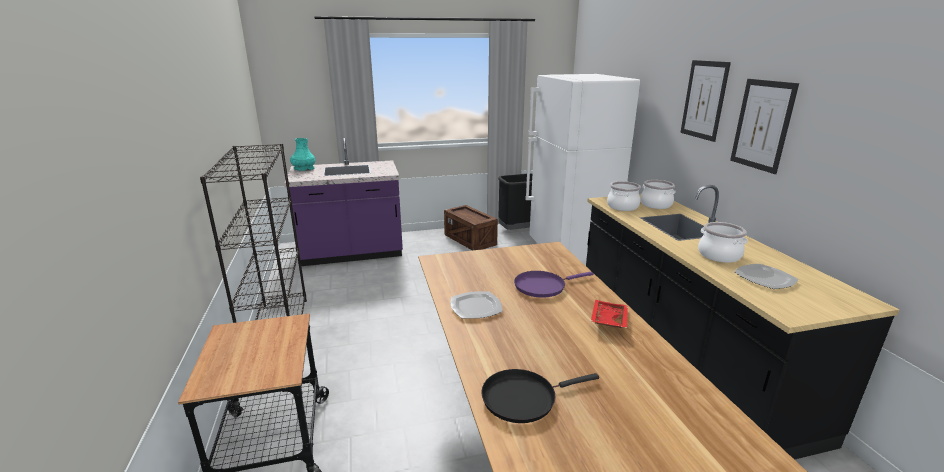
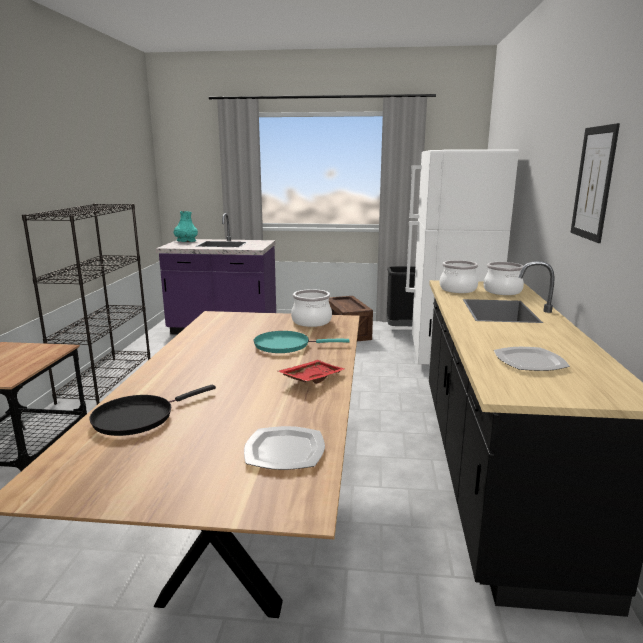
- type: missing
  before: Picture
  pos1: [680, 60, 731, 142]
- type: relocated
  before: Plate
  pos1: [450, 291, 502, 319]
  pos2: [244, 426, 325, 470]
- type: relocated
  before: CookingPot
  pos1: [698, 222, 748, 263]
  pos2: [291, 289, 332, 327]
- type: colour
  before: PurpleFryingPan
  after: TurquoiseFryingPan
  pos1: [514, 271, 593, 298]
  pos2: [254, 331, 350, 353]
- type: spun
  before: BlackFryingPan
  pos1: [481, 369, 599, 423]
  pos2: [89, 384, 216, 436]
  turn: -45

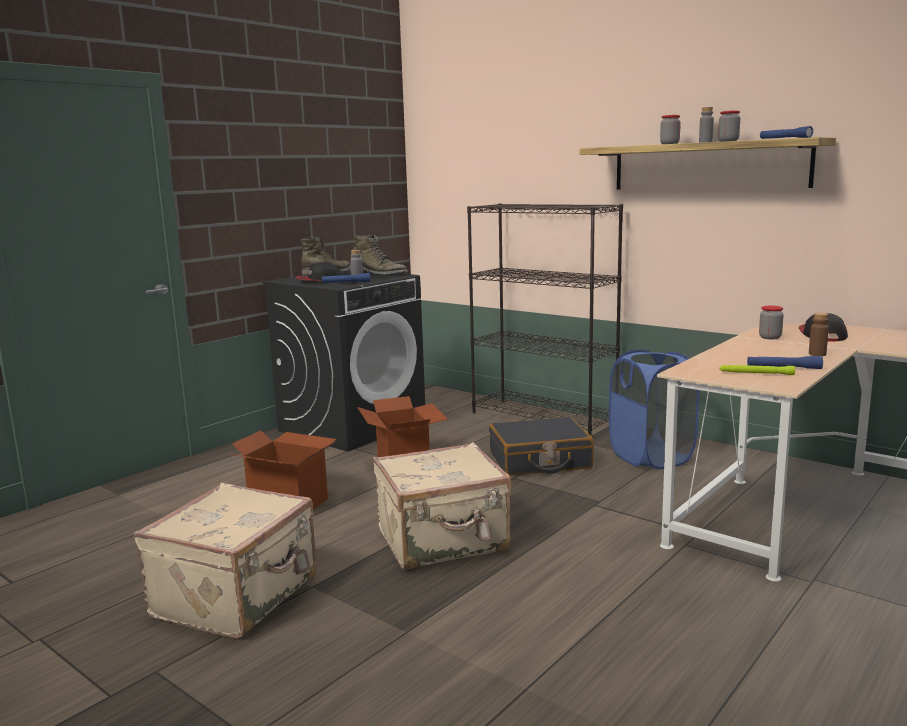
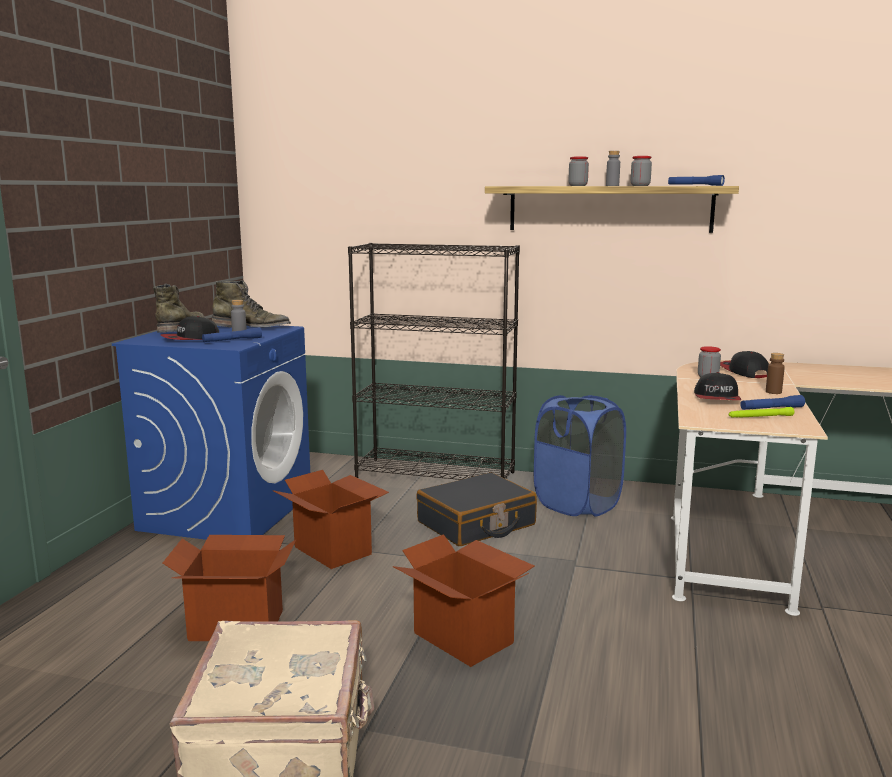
- type: appeared
  after: Cap
  pos2: [694, 372, 741, 400]
- type: exchanged
  before: BeigeSuitcase
  after: CardboardBox
  pos1: [373, 442, 511, 569]
  pos2: [393, 534, 534, 667]
- type: colour
  before: BlackWashingMachine
  after: BlueWashingMachine
  pos1: [263, 269, 425, 452]
  pos2: [112, 325, 310, 540]

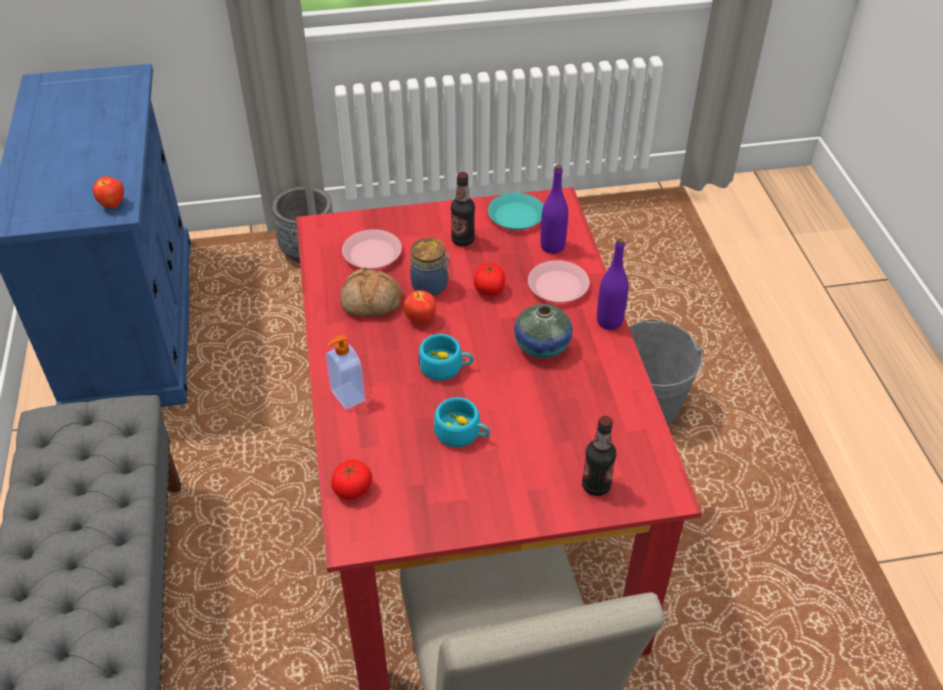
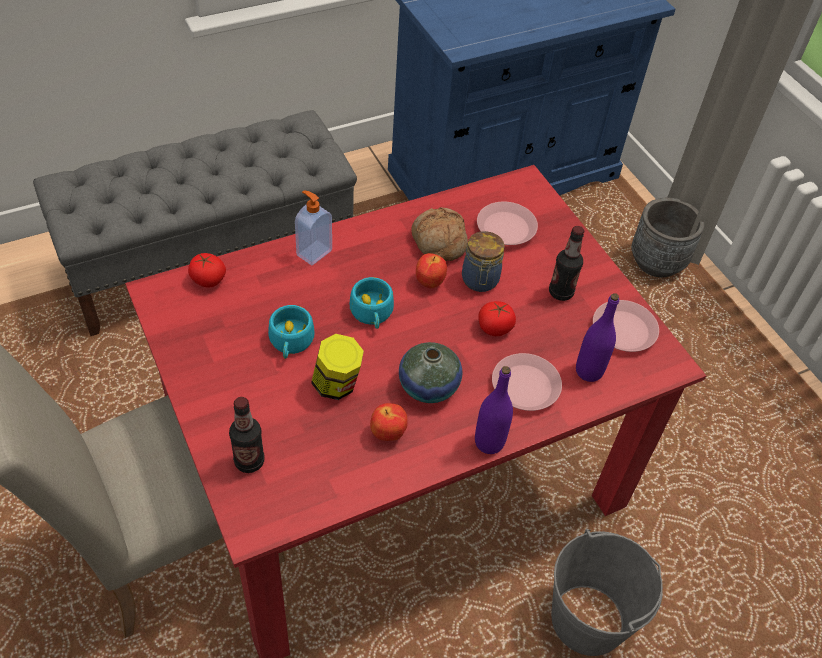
- type: appeared
  after: Jar
  pos2: [311, 334, 364, 400]
- type: relocated
  before: Apple
  pos1: [93, 176, 124, 208]
  pos2: [370, 403, 408, 441]
- type: colour
  before: TurquoisePlate
  after: PinkPlate
  pos1: [488, 193, 544, 230]
  pos2: [593, 300, 659, 352]

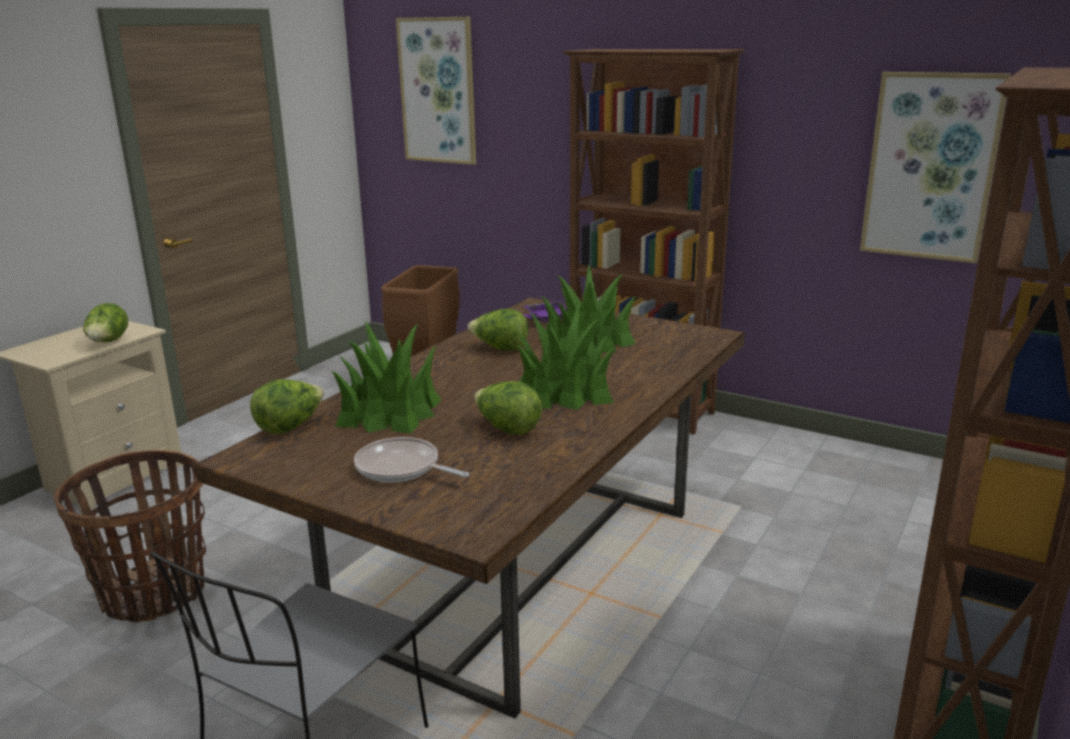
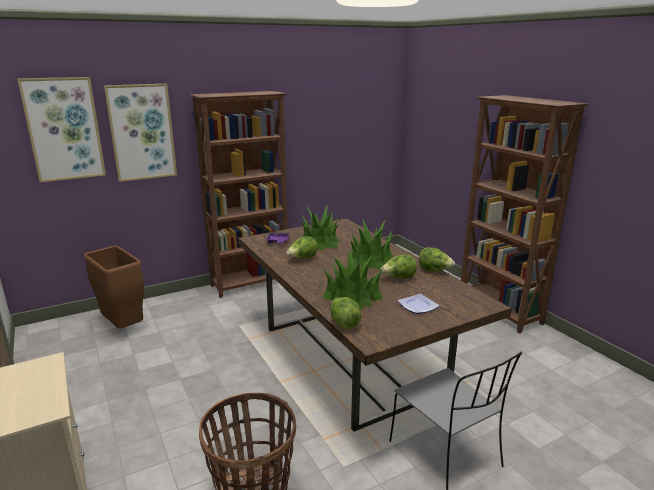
- type: relocated
  before: Lettuce
  pos1: [83, 303, 128, 342]
  pos2: [419, 247, 455, 272]
- type: relocated
  before: Picture
  pos1: [860, 72, 1011, 263]
  pos2: [104, 84, 177, 182]
- type: exchanged
  before: FryingPan
  after: Plate
  pos1: [354, 437, 469, 482]
  pos2: [398, 294, 440, 314]

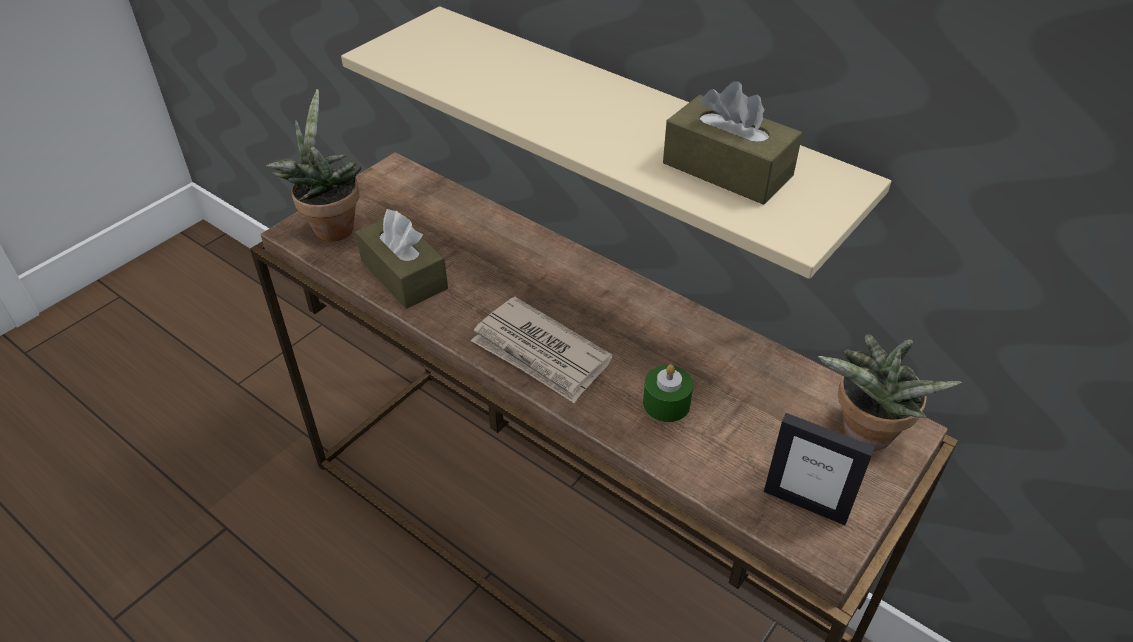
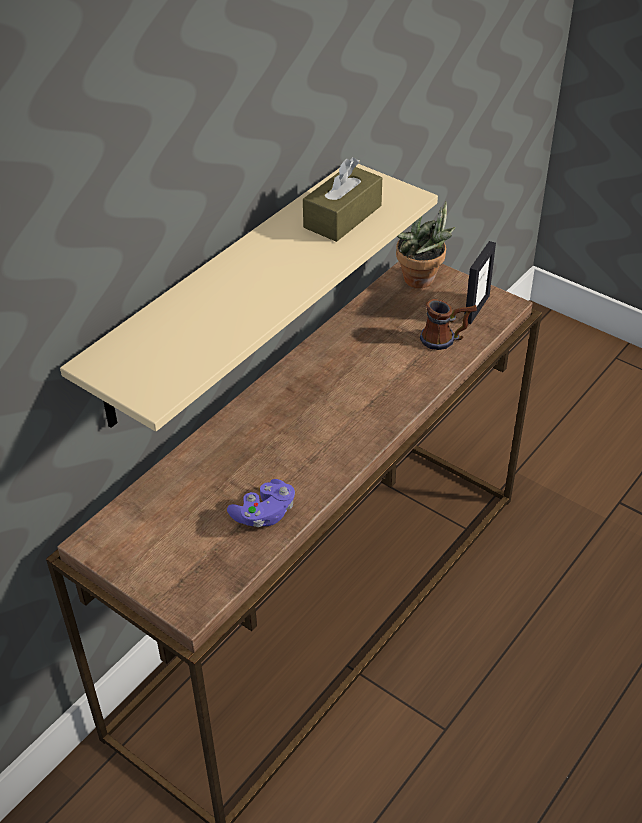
- type: missing
  before: PottedPlant
  pos1: [266, 89, 362, 242]
- type: missing
  before: Newspaper
  pos1: [471, 297, 613, 404]
- type: missing
  before: GreenCandle
  pos1: [643, 364, 693, 422]
- type: appeared
  after: Mug
  pos2: [420, 299, 477, 350]
- type: exchanged
  before: BrownTissueBox
  after: PurpleGameController
  pos1: [355, 209, 448, 309]
  pos2: [227, 479, 295, 527]

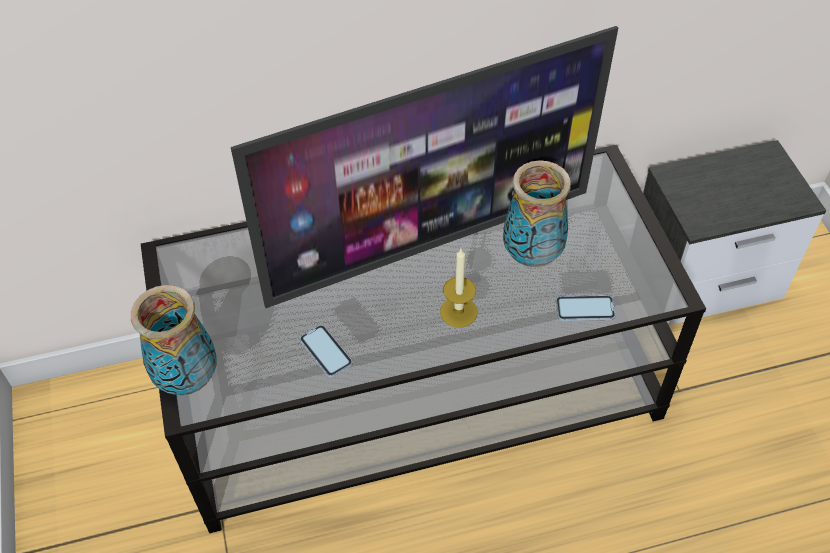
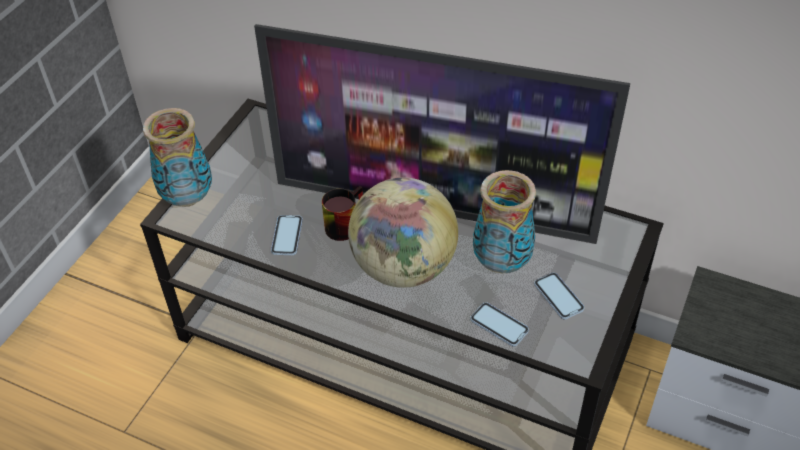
- type: appeared
  after: Mug
  pos2: [322, 186, 363, 241]
- type: appeared
  after: Phone
  pos2: [534, 272, 584, 320]
- type: exchanged
  before: Candle
  after: Globe
  pos1: [440, 249, 478, 328]
  pos2: [348, 177, 458, 288]

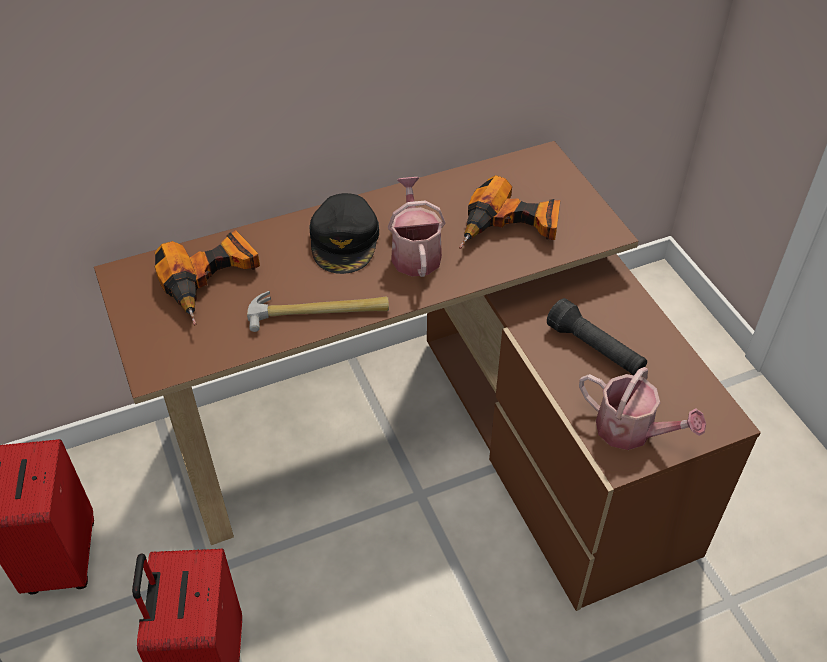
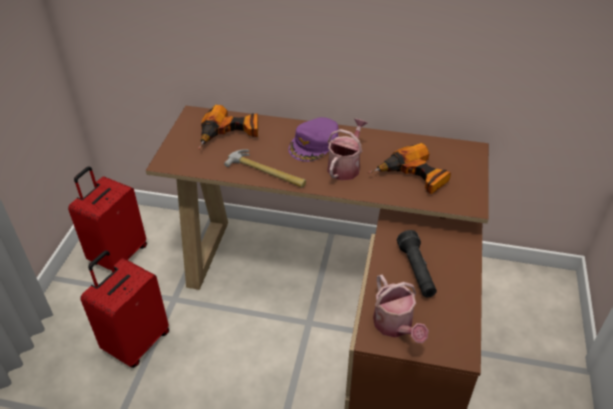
- type: colour
  before: BlackCap
  after: PurpleCap
  pos1: [309, 193, 379, 274]
  pos2: [288, 117, 339, 162]

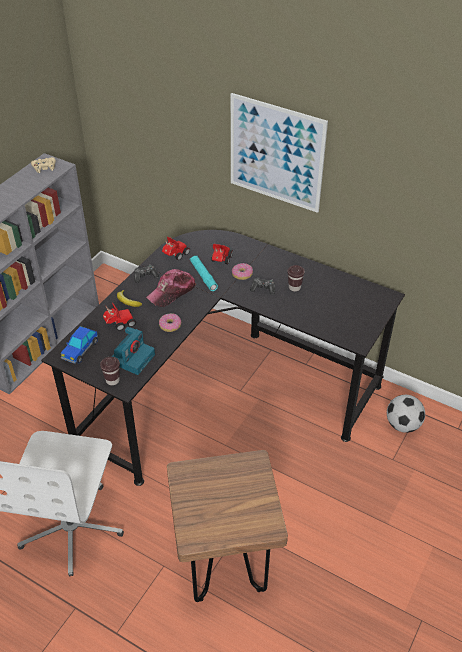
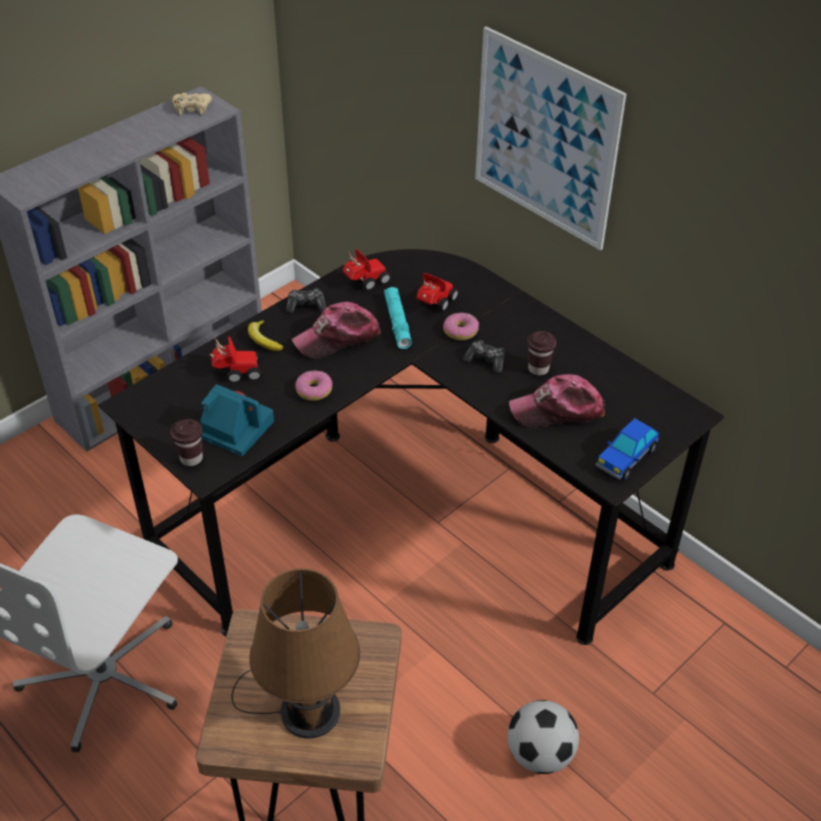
- type: appeared
  after: BrownTableLamp
  pos2: [232, 568, 360, 739]
- type: appeared
  after: Cap
  pos2: [509, 374, 605, 428]
- type: relocated
  before: ToyCar
  pos1: [61, 326, 98, 364]
  pos2: [595, 418, 659, 480]
- type: relocated
  before: Football
  pos1: [387, 395, 425, 433]
  pos2: [508, 700, 579, 774]
- type: spun
  before: PhotoCamera
  pos1: [111, 327, 155, 375]
  pos2: [201, 384, 274, 456]
  turn: -105

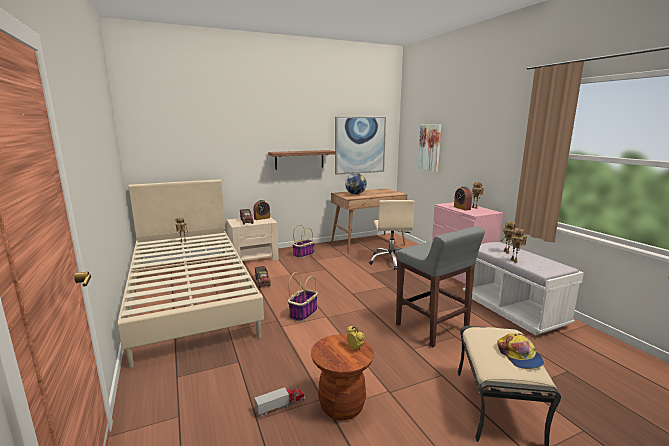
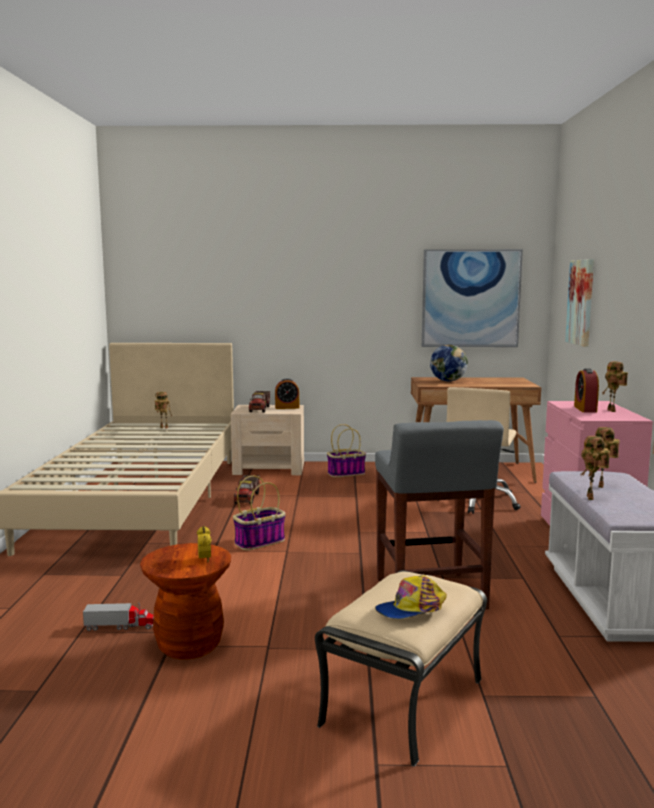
- type: missing
  before: Shelf
  pos1: [268, 150, 336, 170]
- type: spun
  before: Cap
  pos1: [497, 333, 544, 369]
  pos2: [375, 575, 447, 619]
  turn: 45

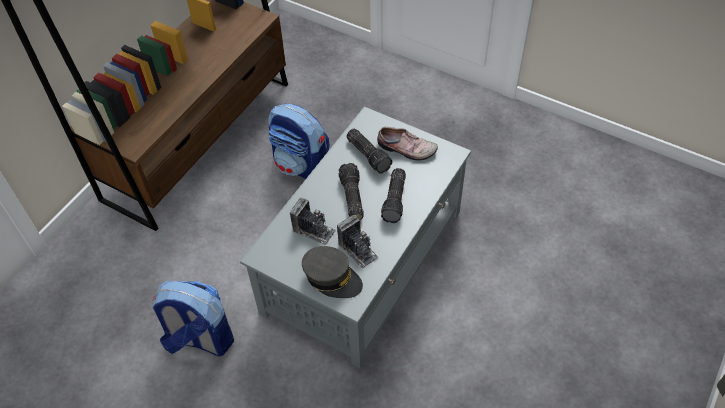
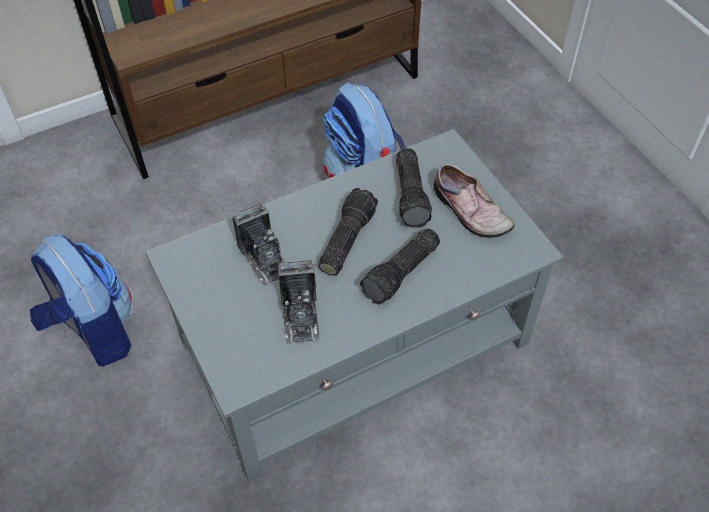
- type: missing
  before: GreyCap
  pos1: [302, 246, 363, 298]

